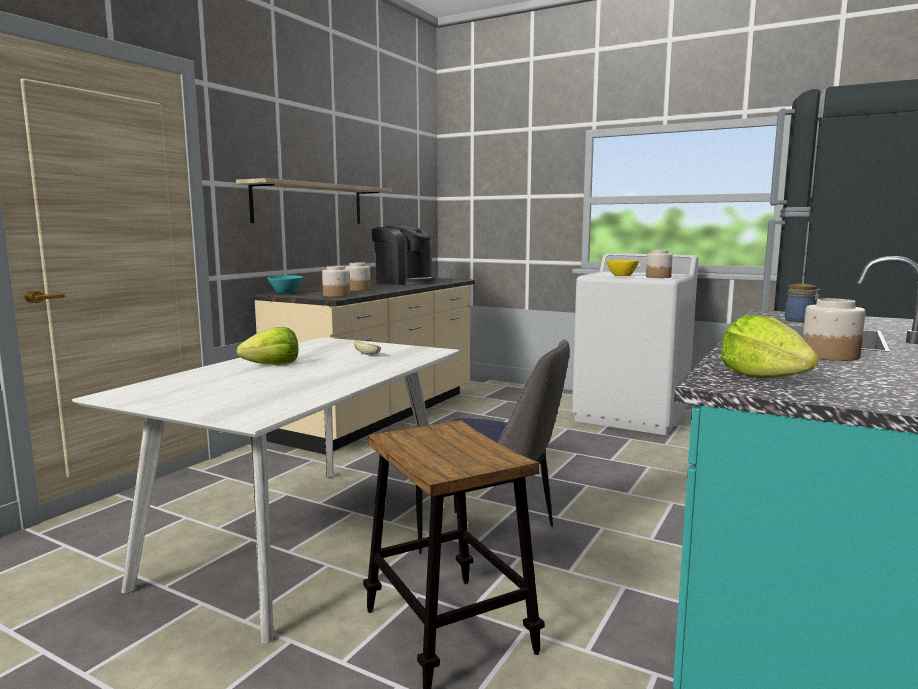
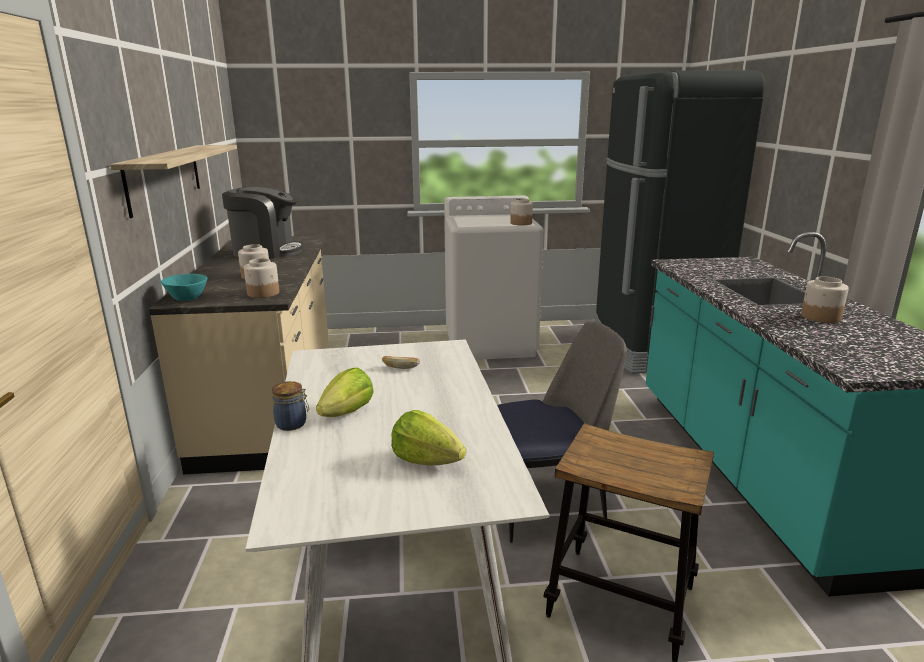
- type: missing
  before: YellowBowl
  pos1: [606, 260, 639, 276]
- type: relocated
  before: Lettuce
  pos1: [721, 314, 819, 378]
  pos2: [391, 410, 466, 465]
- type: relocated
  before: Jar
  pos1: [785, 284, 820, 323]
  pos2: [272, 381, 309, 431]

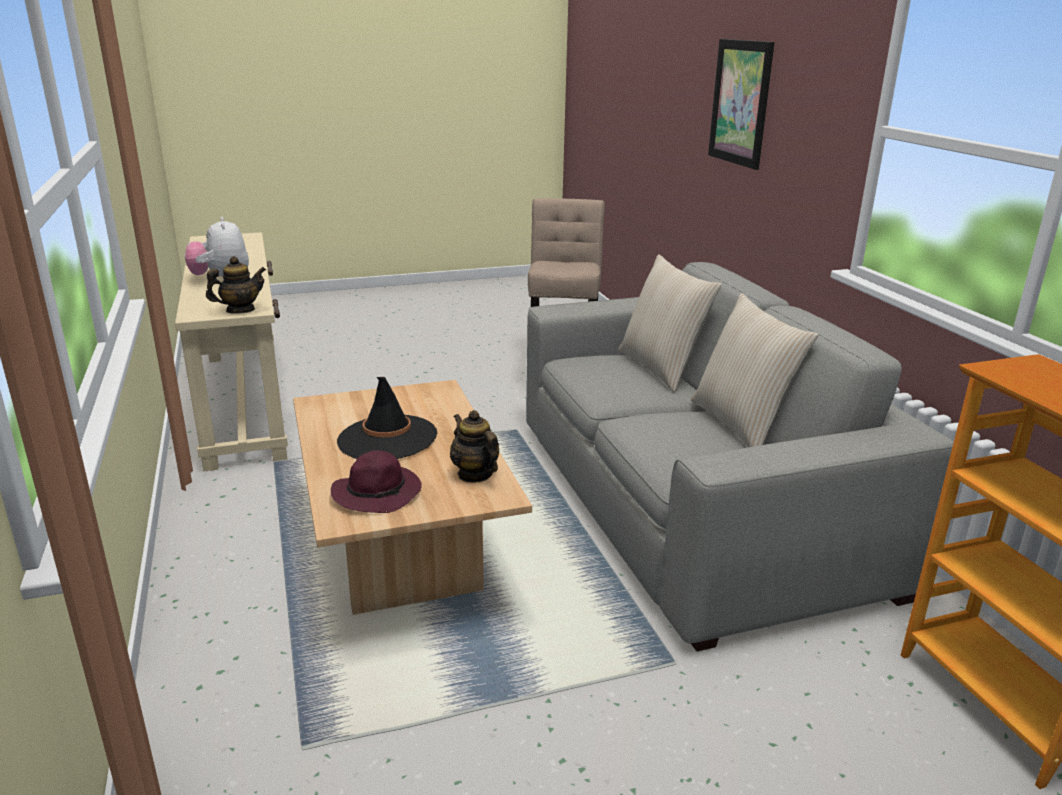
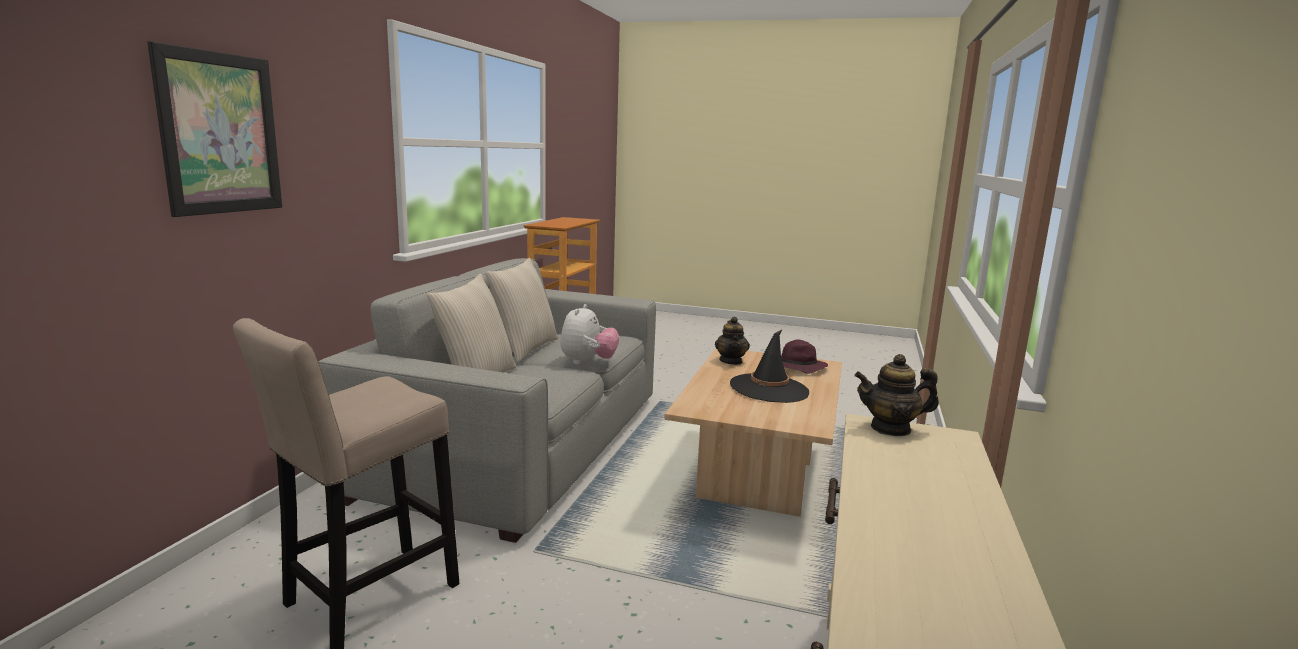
- type: relocated
  before: PlushToy
  pos1: [185, 217, 249, 277]
  pos2: [560, 304, 619, 365]

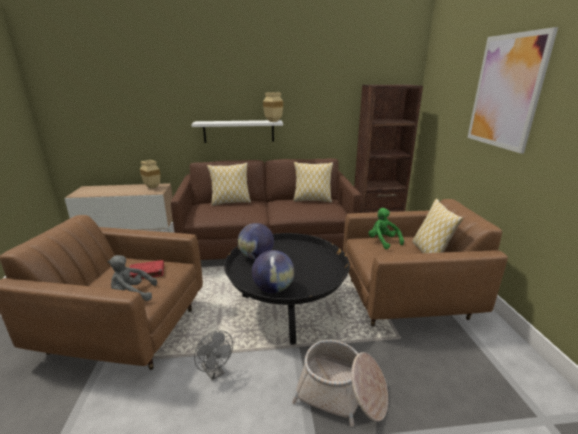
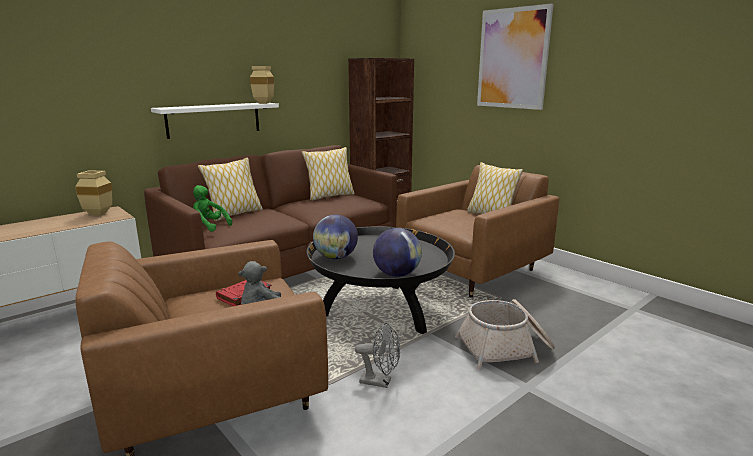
- type: relocated
  before: GreenPlushToy
  pos1: [369, 208, 404, 249]
  pos2: [193, 185, 232, 232]

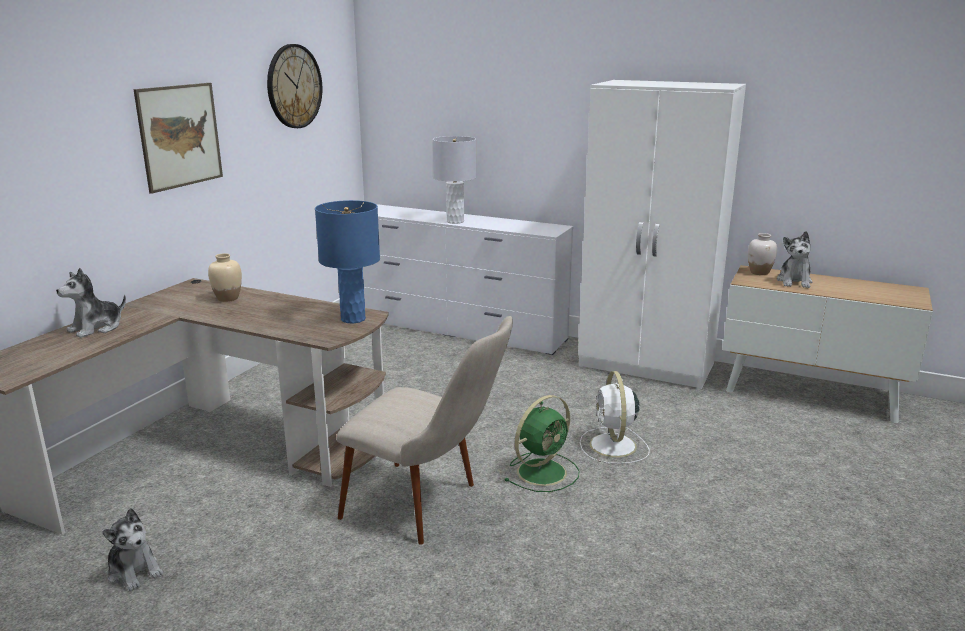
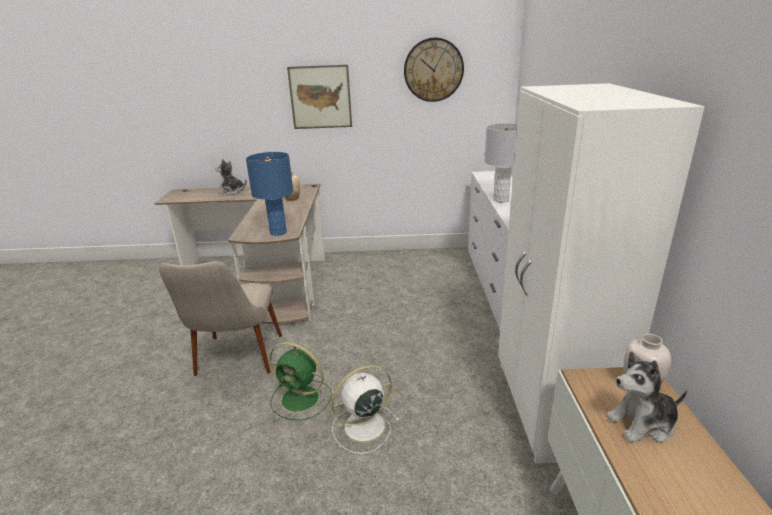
- type: missing
  before: PlushToy
  pos1: [102, 508, 163, 591]

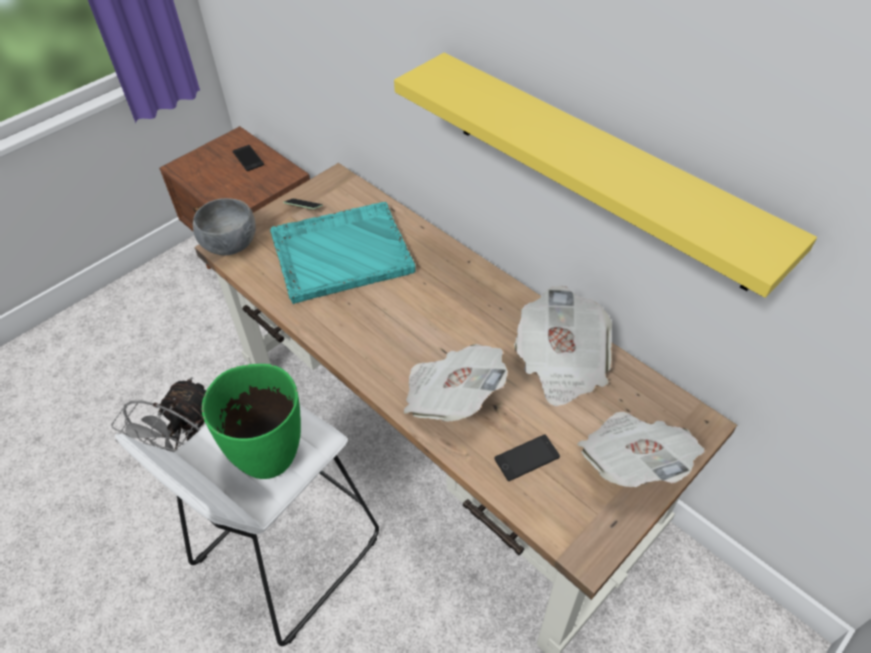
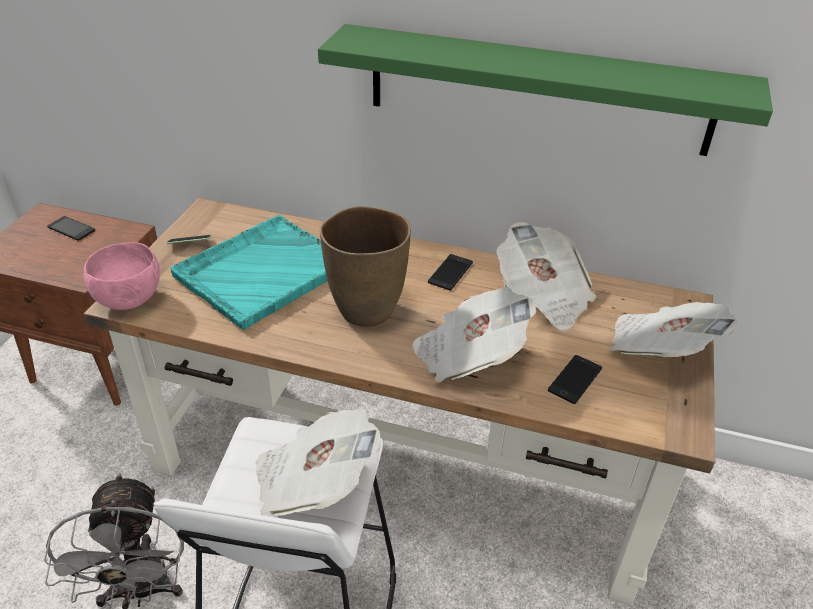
- type: appeared
  after: BrownVase
  pos2: [320, 206, 411, 327]
- type: appeared
  after: Phone
  pos2: [428, 254, 473, 290]
- type: exchanged
  before: GreenVase
  after: Newspaper
  pos1: [202, 364, 301, 479]
  pos2: [256, 408, 381, 516]
- type: colour
  before: GreyBowl
  after: PinkBowl
  pos1: [193, 198, 256, 255]
  pos2: [83, 242, 160, 310]
- type: colour
  before: YellowShelf
  after: GreenShelf
  pos1: [394, 53, 817, 298]
  pos2: [318, 24, 773, 156]

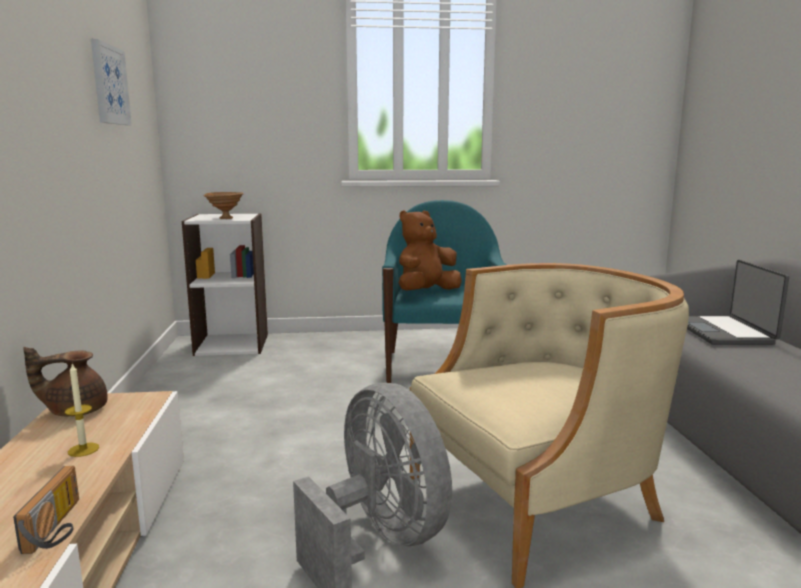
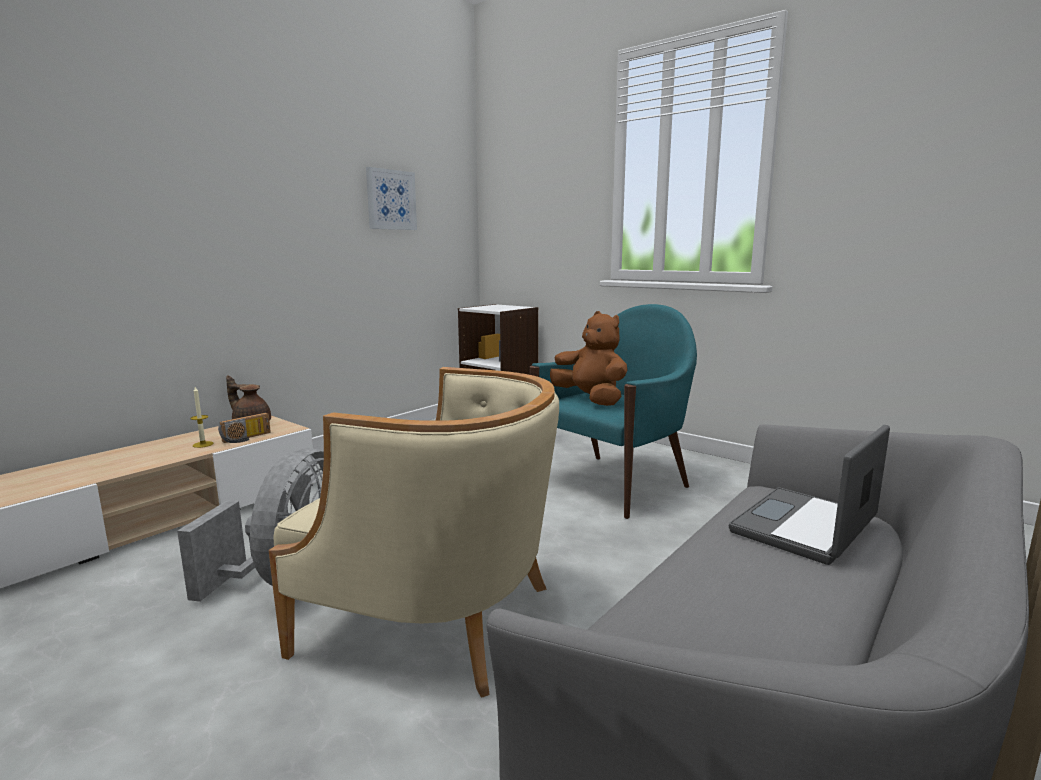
- type: missing
  before: BrownBowl
  pos1: [204, 192, 244, 219]
- type: relocated
  before: Radio
  pos1: [13, 466, 79, 554]
  pos2: [218, 413, 271, 443]
- type: spun
  before: BrownPlushToy
  pos1: [399, 210, 462, 291]
  pos2: [550, 311, 628, 406]
  turn: 45

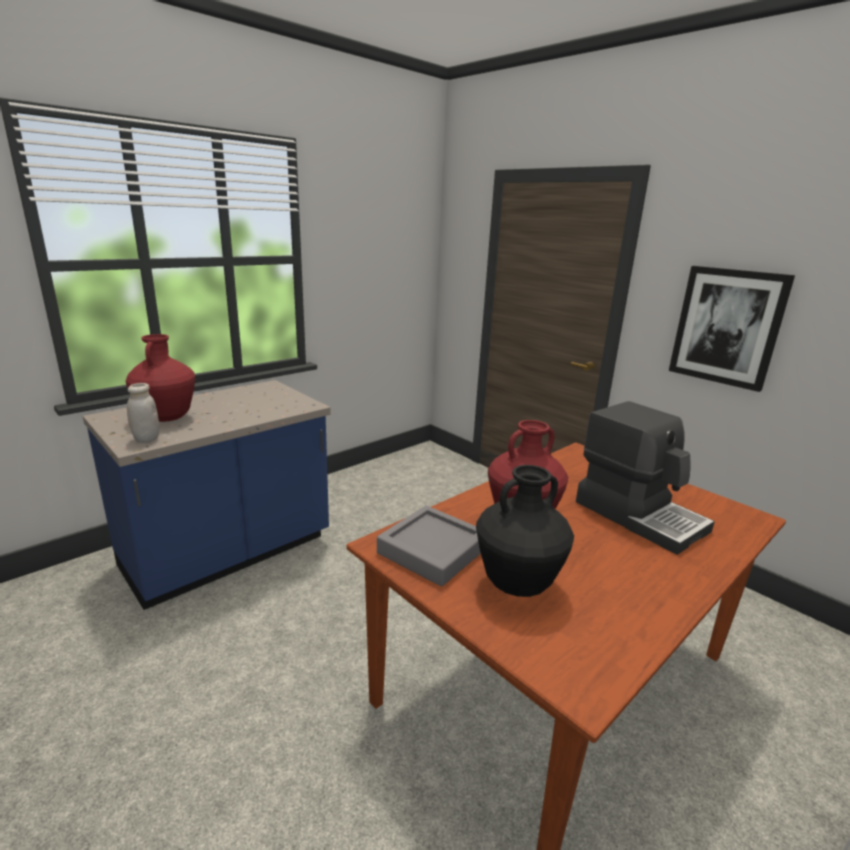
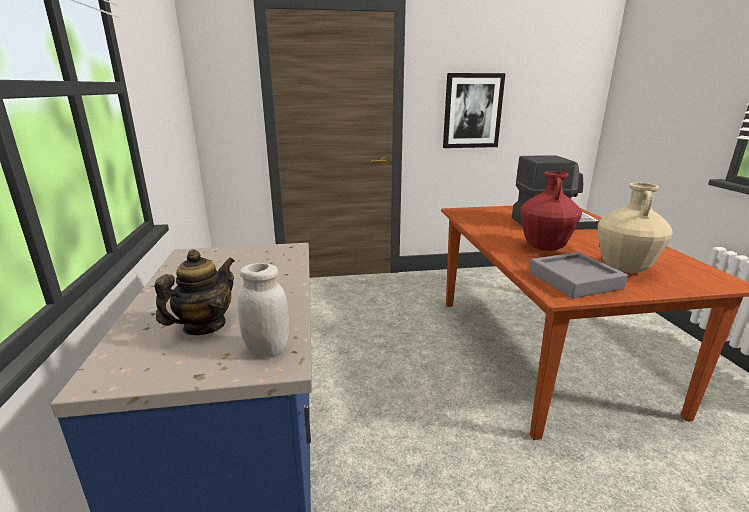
- type: exchanged
  before: RedVase
  after: Teapot
  pos1: [126, 334, 195, 422]
  pos2: [155, 249, 235, 335]
- type: colour
  before: BlackVase
  after: BeigeVase
  pos1: [476, 465, 574, 597]
  pos2: [598, 183, 672, 273]

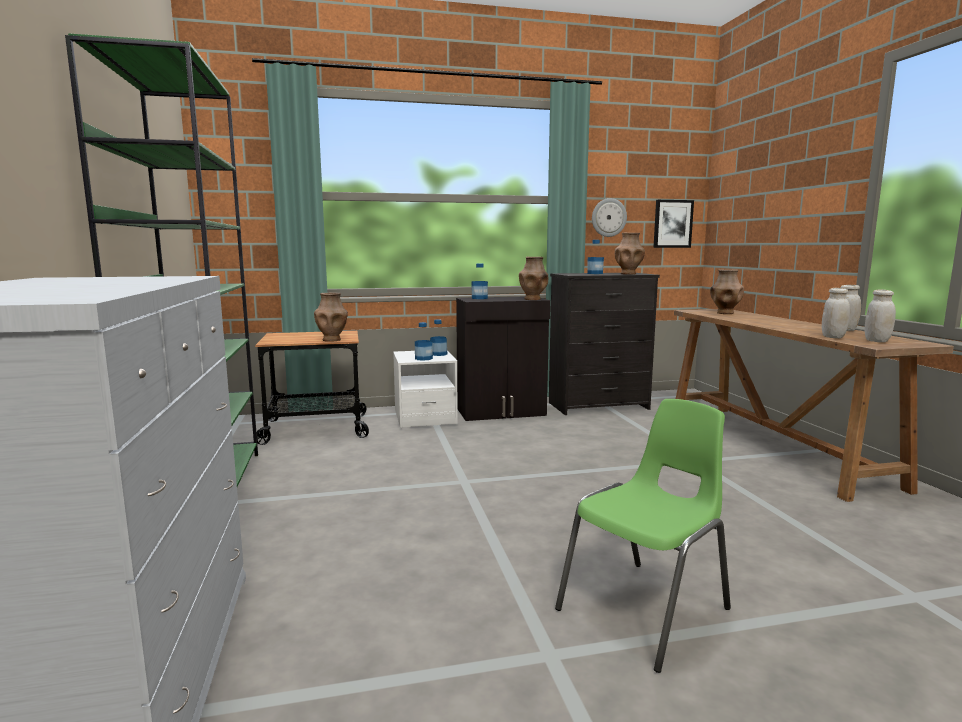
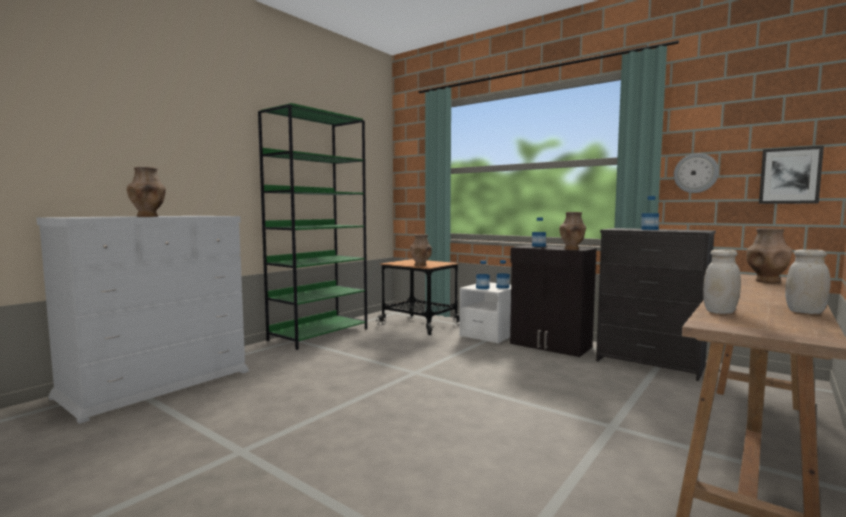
- type: missing
  before: GreenChair
  pos1: [555, 399, 731, 673]
- type: missing
  before: WhiteJar
  pos1: [865, 289, 896, 342]
- type: relocated
  before: BrownVase
  pos1: [615, 233, 645, 275]
  pos2: [127, 167, 166, 217]

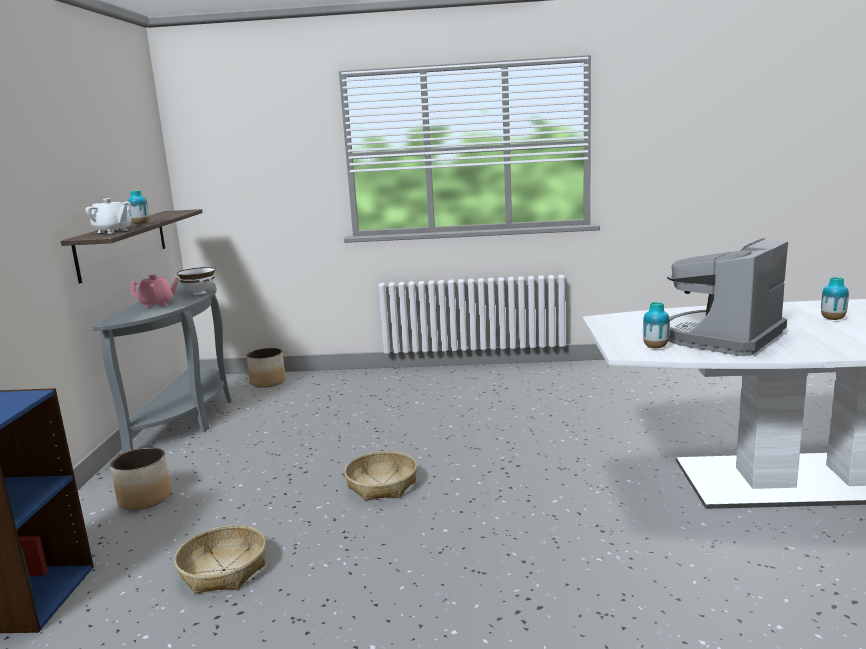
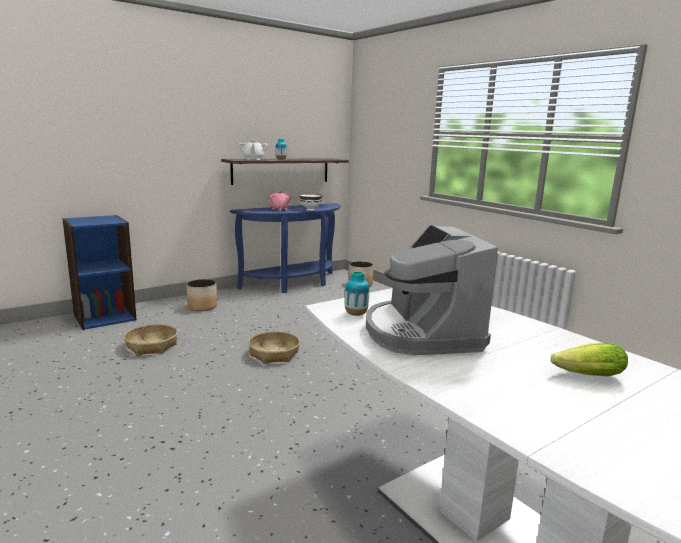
- type: exchanged
  before: Vase
  after: Lettuce
  pos1: [821, 277, 849, 320]
  pos2: [551, 343, 628, 376]
- type: colour
  before: GreyConsoleTable
  after: BlueConsoleTable
  pos1: [92, 280, 232, 453]
  pos2: [230, 203, 340, 293]
- type: spun
  before: CoffeeMachine
  pos1: [667, 238, 788, 356]
  pos2: [366, 225, 498, 355]
  turn: -105

